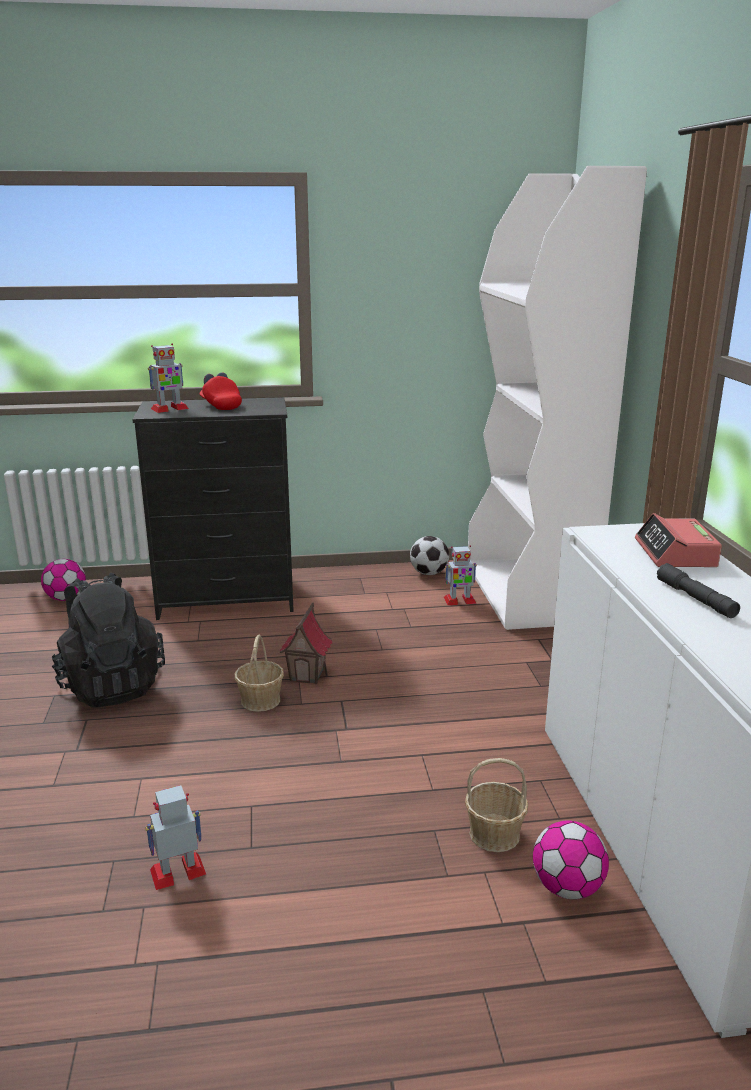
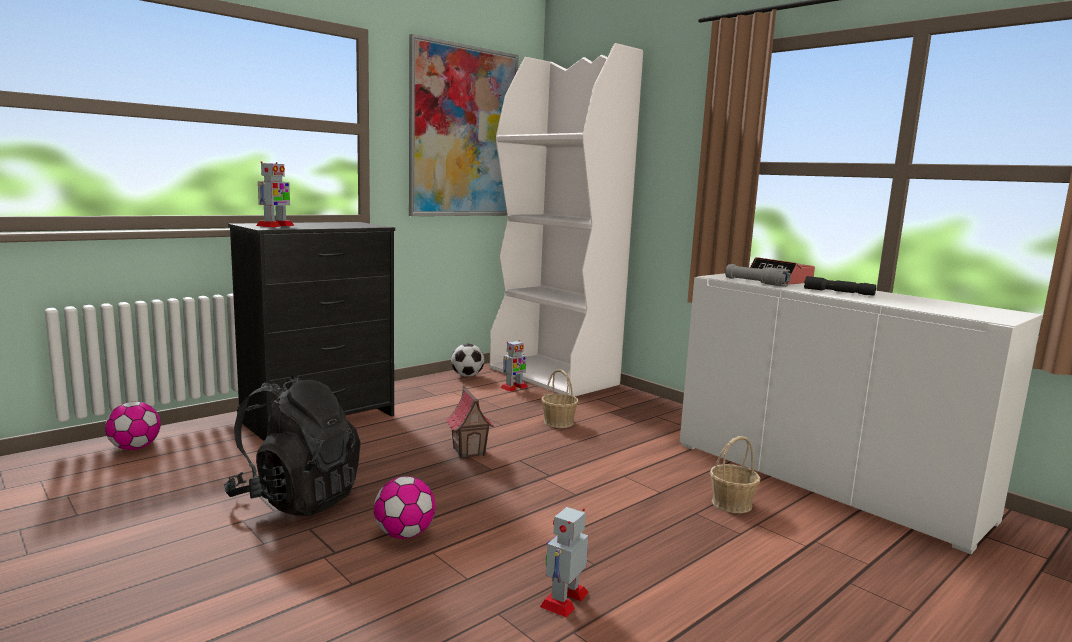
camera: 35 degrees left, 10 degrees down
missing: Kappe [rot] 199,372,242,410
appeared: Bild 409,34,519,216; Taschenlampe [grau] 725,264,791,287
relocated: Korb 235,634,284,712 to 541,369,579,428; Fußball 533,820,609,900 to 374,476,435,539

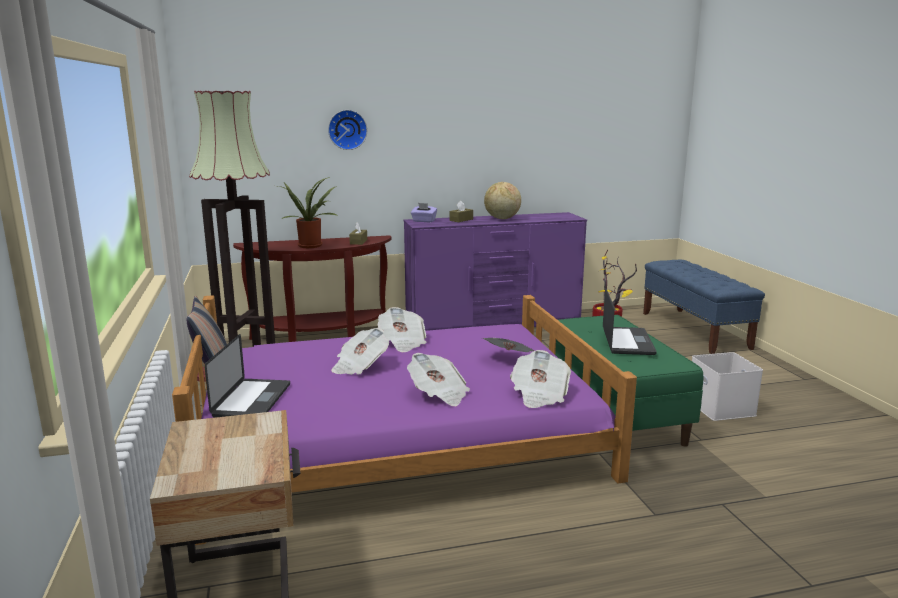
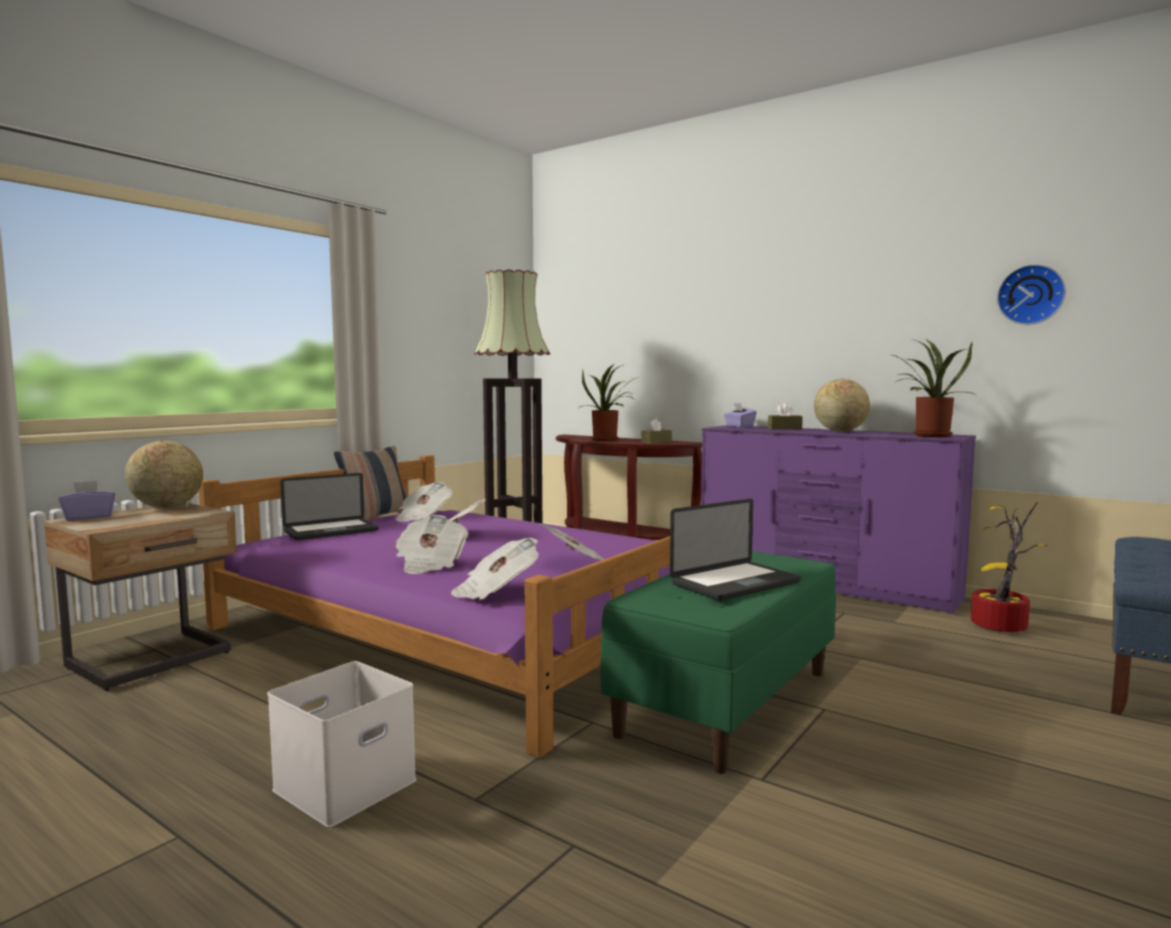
camera: 50 degrees right, 10 degrees down
appeared: Taschentuchbox [lila] 58,481,115,521; Globus 125,441,203,508; Topfpflanze 892,339,974,437
relocated: Wanduhr 328,110,367,150 to 997,264,1066,325; Zeitung 377,307,426,352 to 396,482,453,522; Aufbewahrungsbox [weiß] 692,352,763,421 to 268,661,416,827

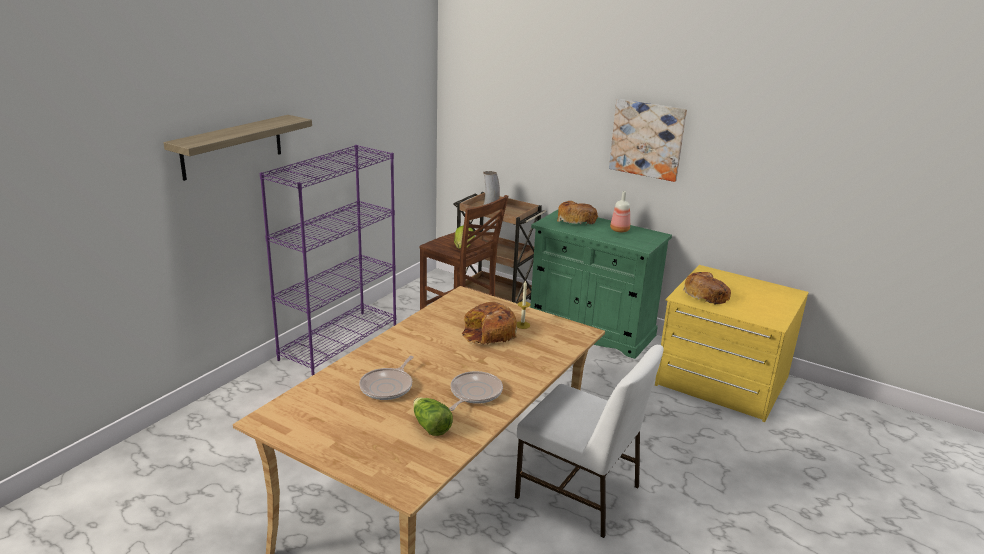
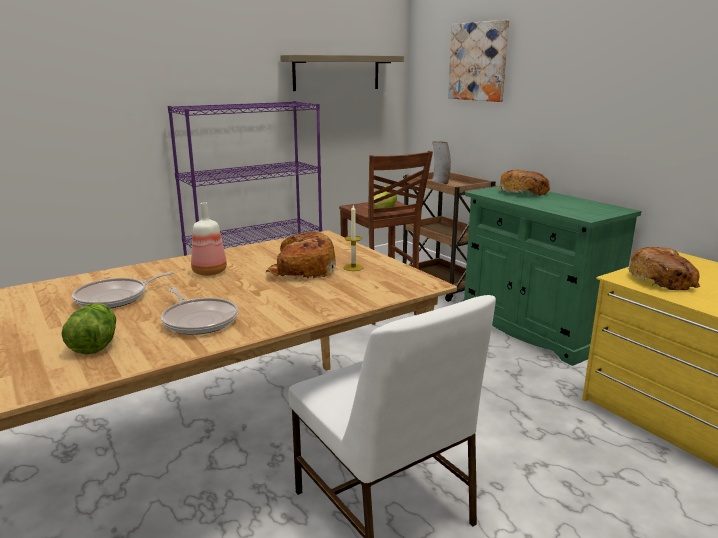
camera: 25 degrees right, 5 degrees down
relocated: Wandregal 164,115,312,181 to 280,55,404,91; Bild 609,99,687,182 to 448,20,509,102; Flasche 610,191,630,232 to 191,202,227,276
spun: Pfanne 449,371,503,411 = 161,288,238,335 90 degrees clockwise

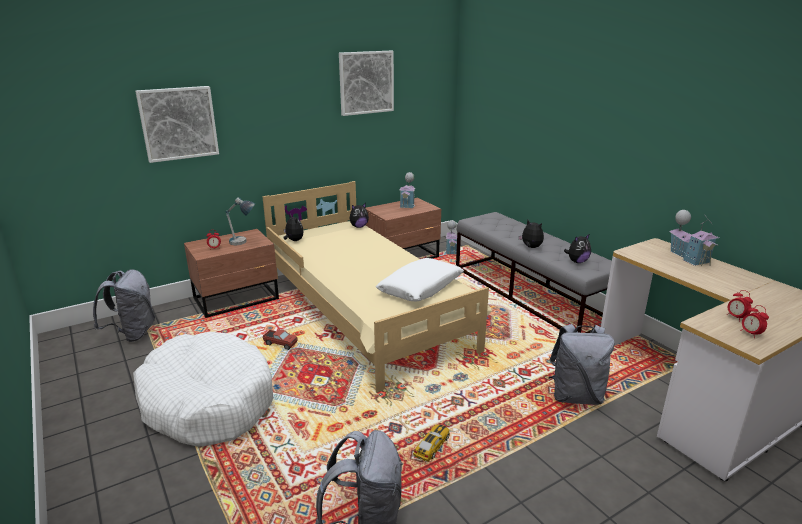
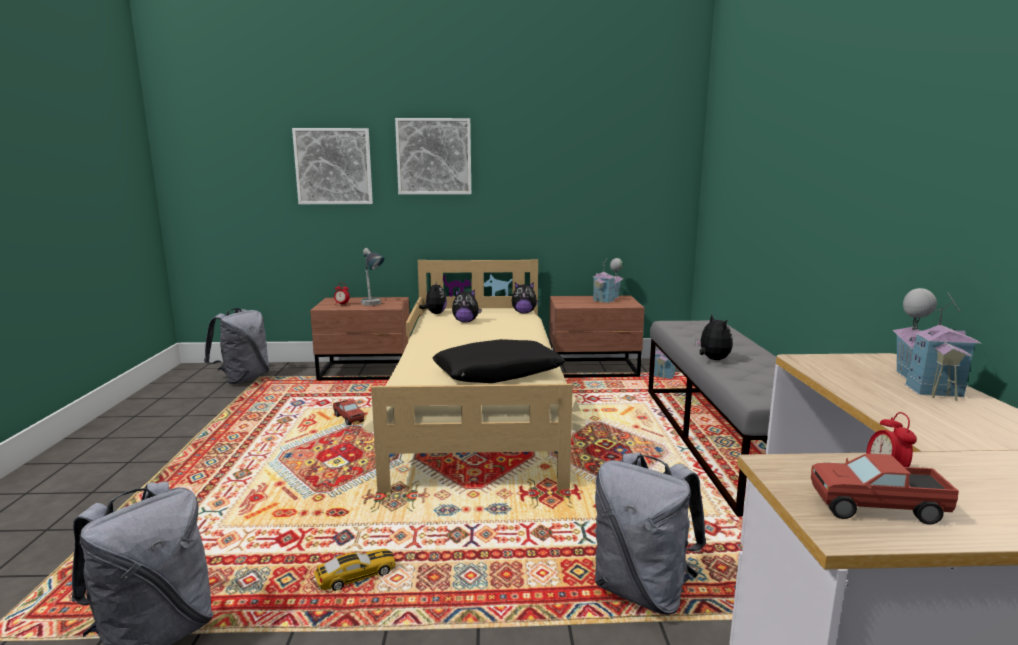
camera: 30 degrees right, 10 degrees down
missing: Hundebett [weiß] 133,332,273,447
relocated: Bild 339,51,394,116 to 395,118,471,195; Plüschtier 564,234,591,263 to 452,289,482,322
exchanged: Wecker 740,305,769,338 to Spielzeuglaster 811,454,959,525
colour: Kissen [weiß] 376,258,464,302 to Kissen [schwarz] 433,339,566,383

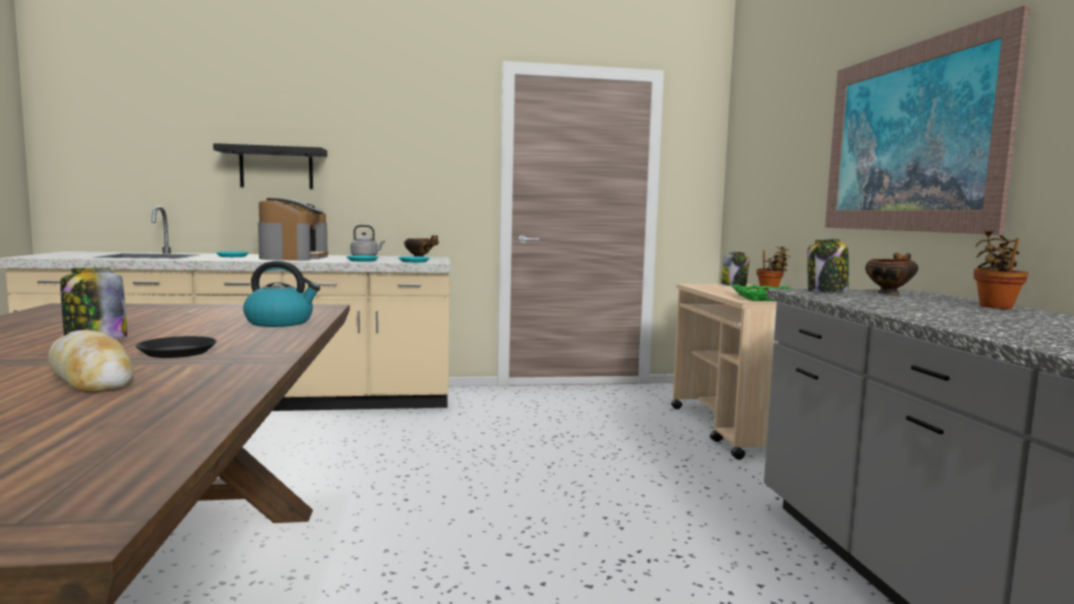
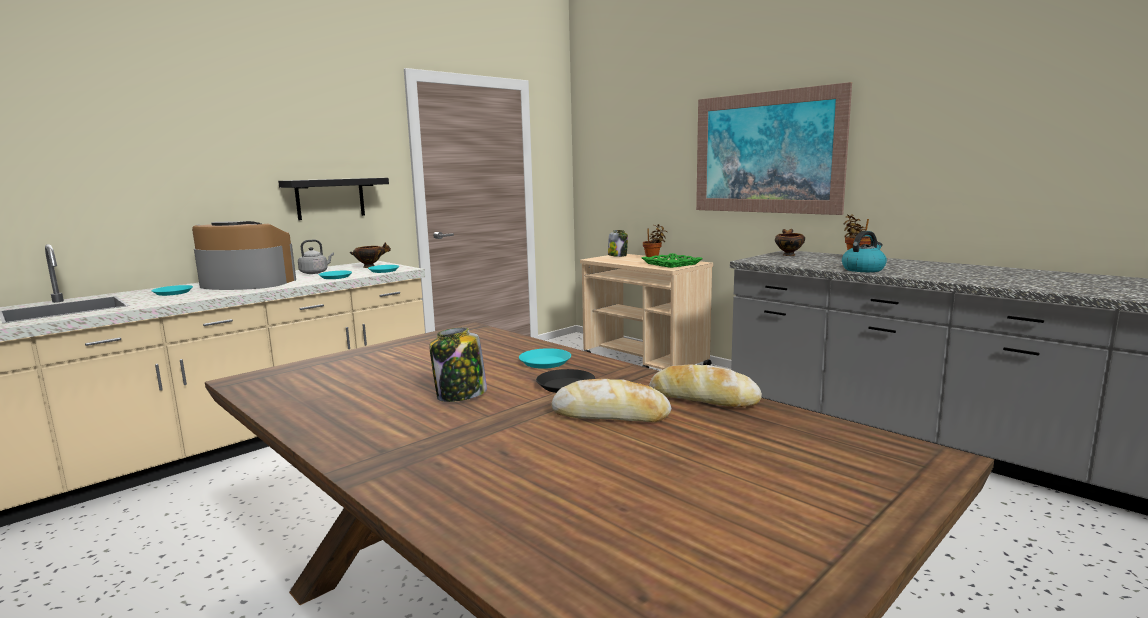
camera: 35 degrees left, 5 degrees up
missing: Vorratsglas 807,239,849,292
appeared: Teller [türkis] 519,348,571,369; Brot 649,365,762,408
relocated: Wandregal [schwarz] 213,143,327,189 to 278,178,389,220; Wasserkessel 243,261,320,327 to 842,231,887,272
spun: Kaffeemaschine 258,198,328,261 = 192,221,296,290 45 degrees counterclockwise

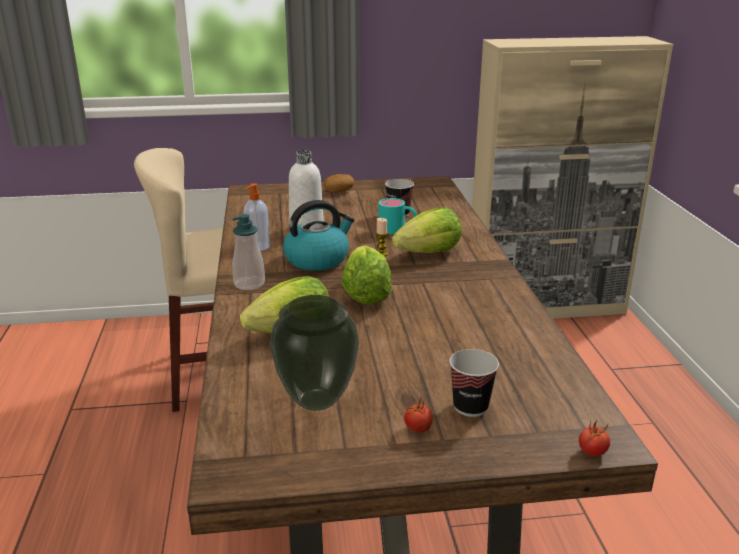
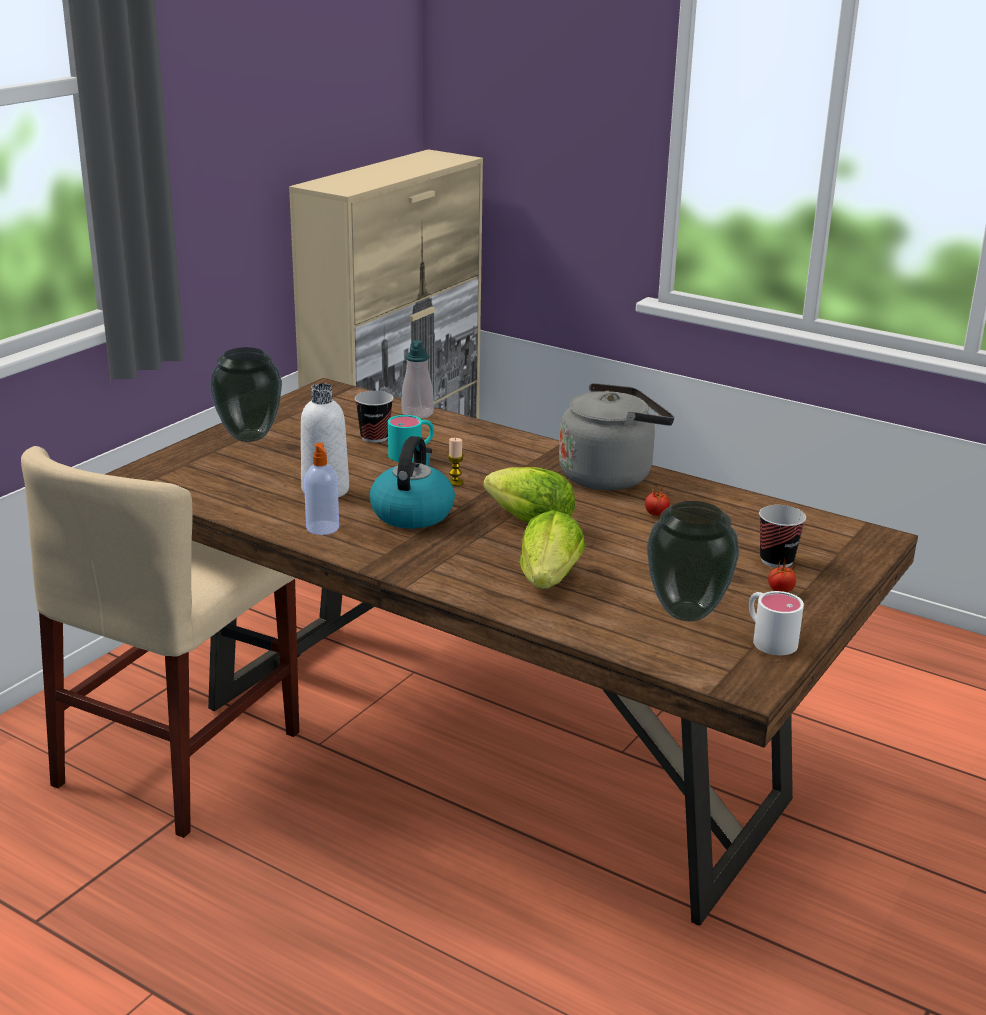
camera: 50 degrees left, 0 degrees up
missing: Salatkopf 392,207,462,253
appeared: Wasserkessel [grau] 559,383,674,490; Henkelbecher [weiß] 749,591,804,655
relocated: Seifenspender 232,214,265,290 to 402,340,434,419; Tomate 579,419,610,457 to 645,486,670,516
exchanged: Kartoffel 324,174,355,193 to Vase 210,347,282,442

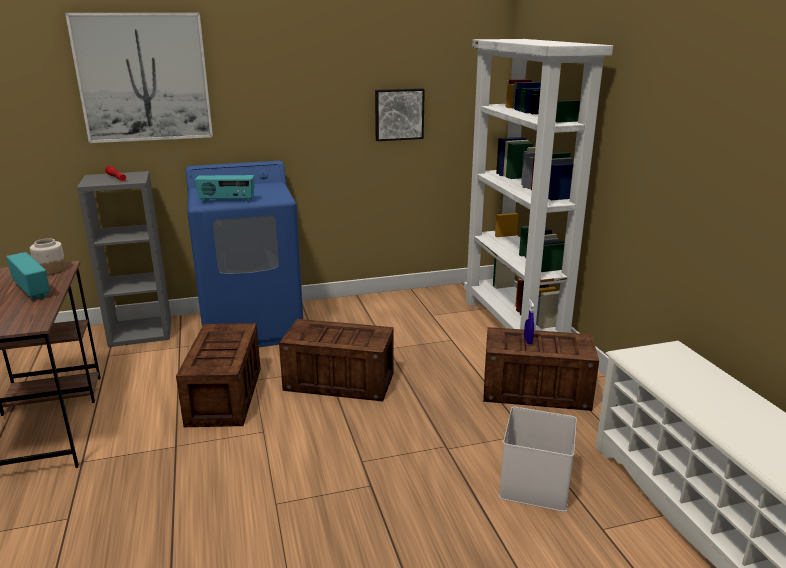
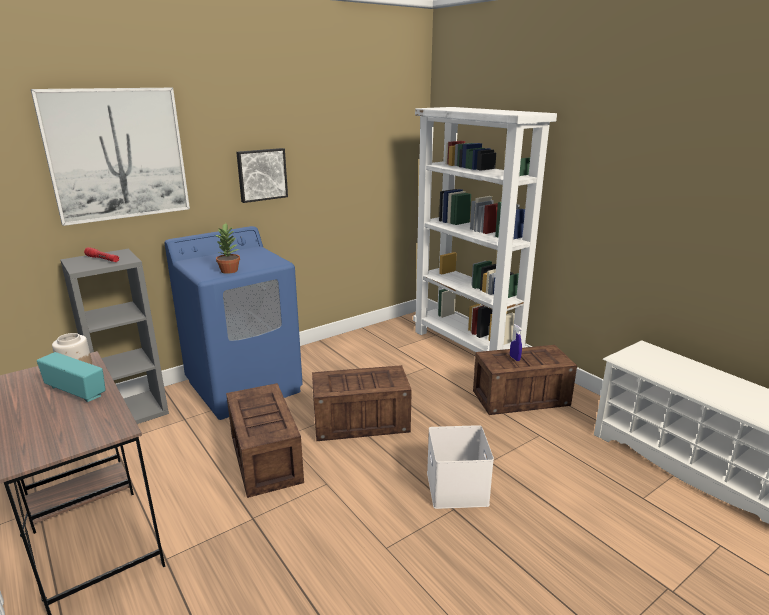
camera: 20 degrees left, 0 degrees up
relocated: Bild 375,88,425,141 to 236,148,288,203; Aufbewahrungsbox [weiß] 499,407,577,512 to 427,425,494,509
exchanged: Radio 195,175,254,203 to Topfpflanze 215,223,240,274

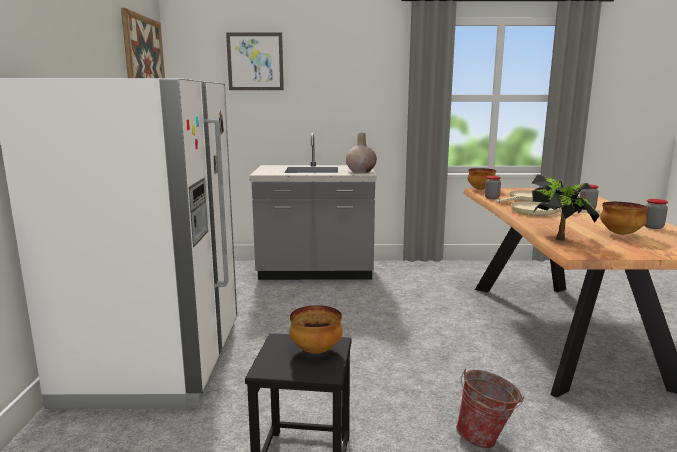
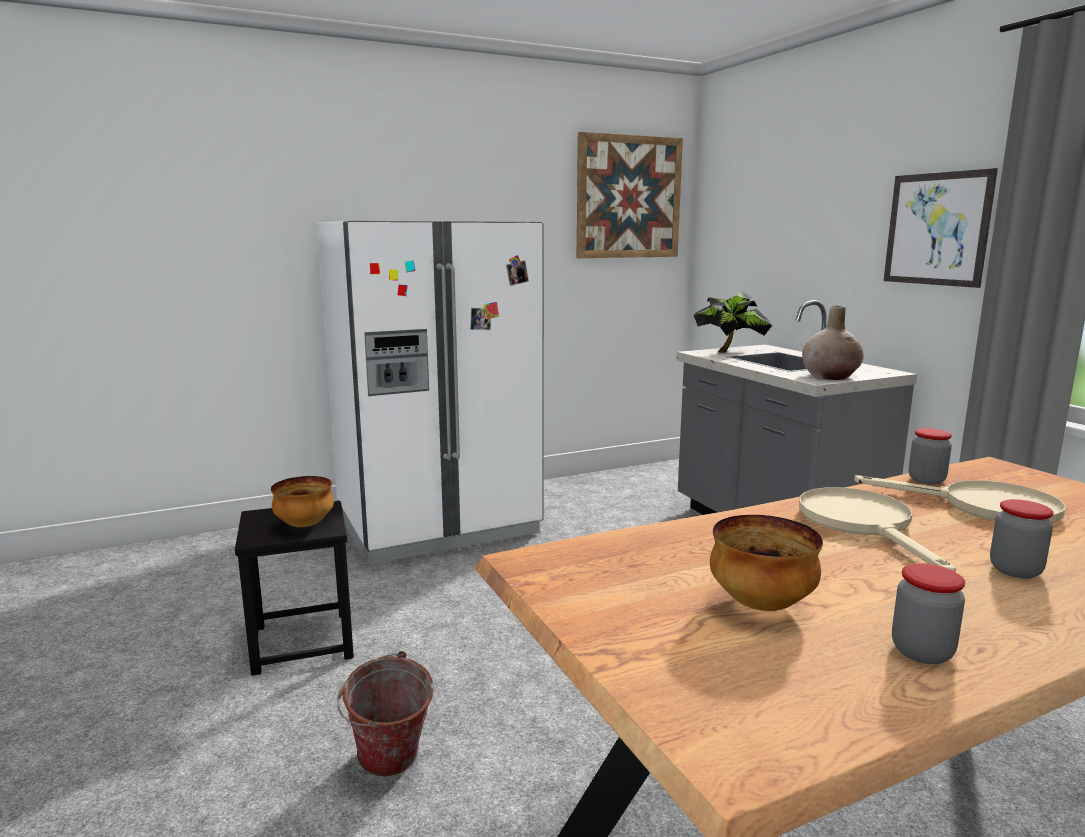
camera: 65 degrees right, 0 degrees up
missing: Schüssel 468,168,496,190
relocated: Bild 226,32,284,90 to 884,168,998,288; Topfpflanze 532,174,600,241 to 694,291,772,353

